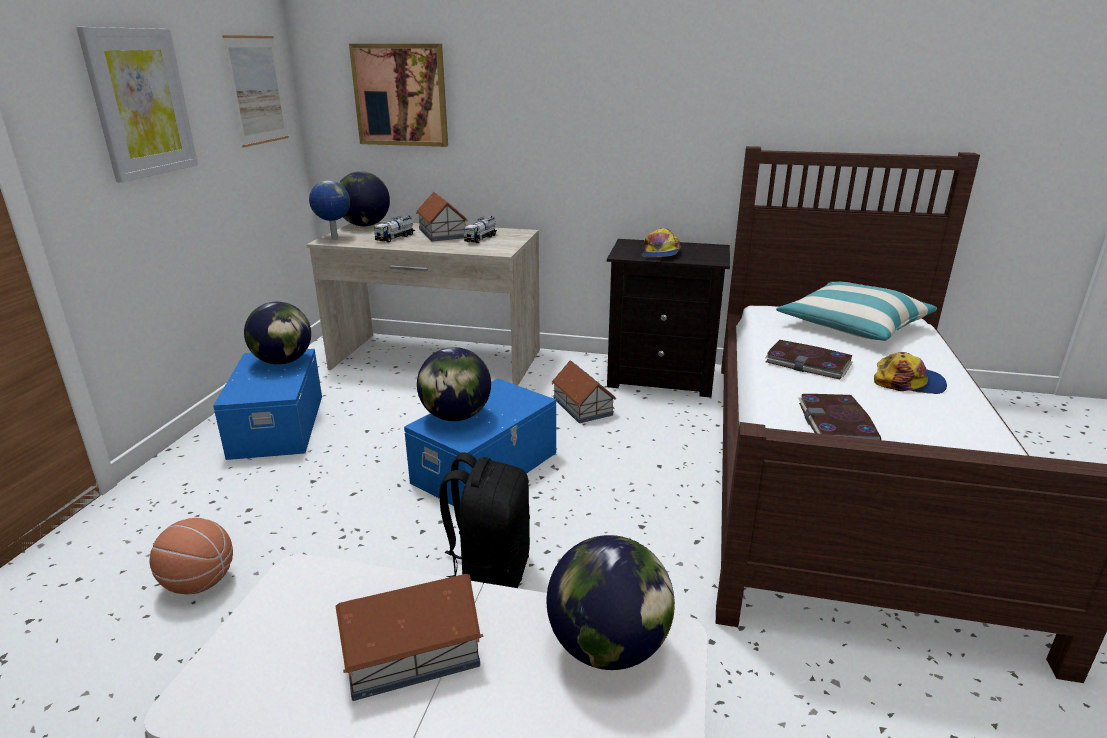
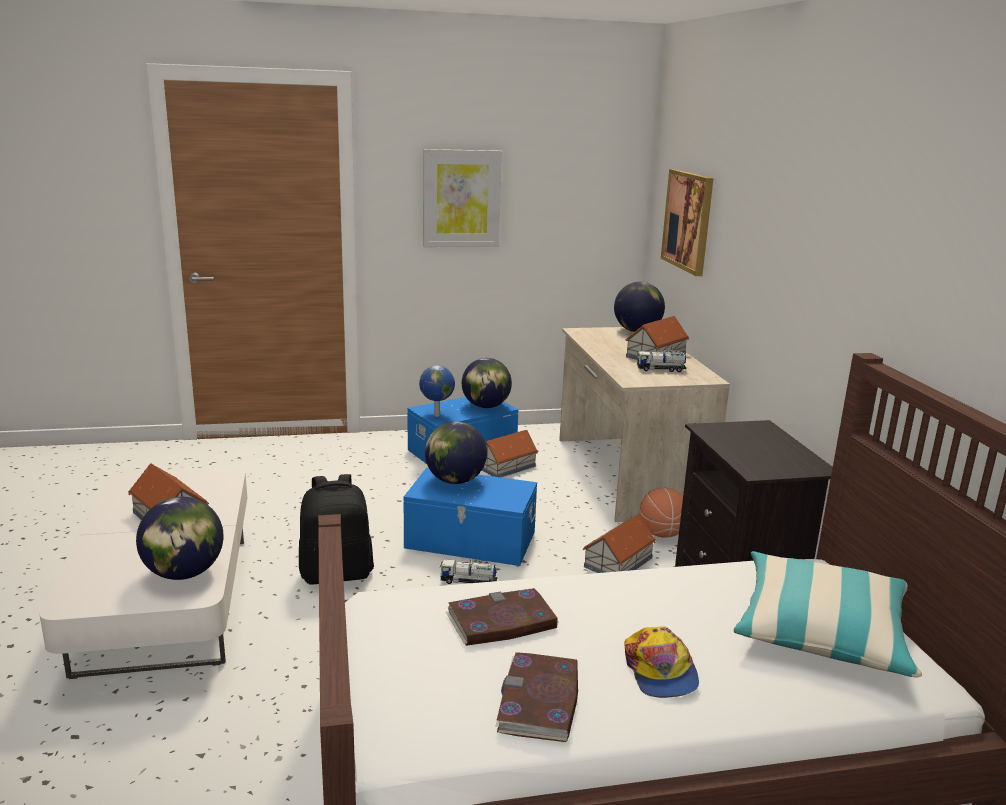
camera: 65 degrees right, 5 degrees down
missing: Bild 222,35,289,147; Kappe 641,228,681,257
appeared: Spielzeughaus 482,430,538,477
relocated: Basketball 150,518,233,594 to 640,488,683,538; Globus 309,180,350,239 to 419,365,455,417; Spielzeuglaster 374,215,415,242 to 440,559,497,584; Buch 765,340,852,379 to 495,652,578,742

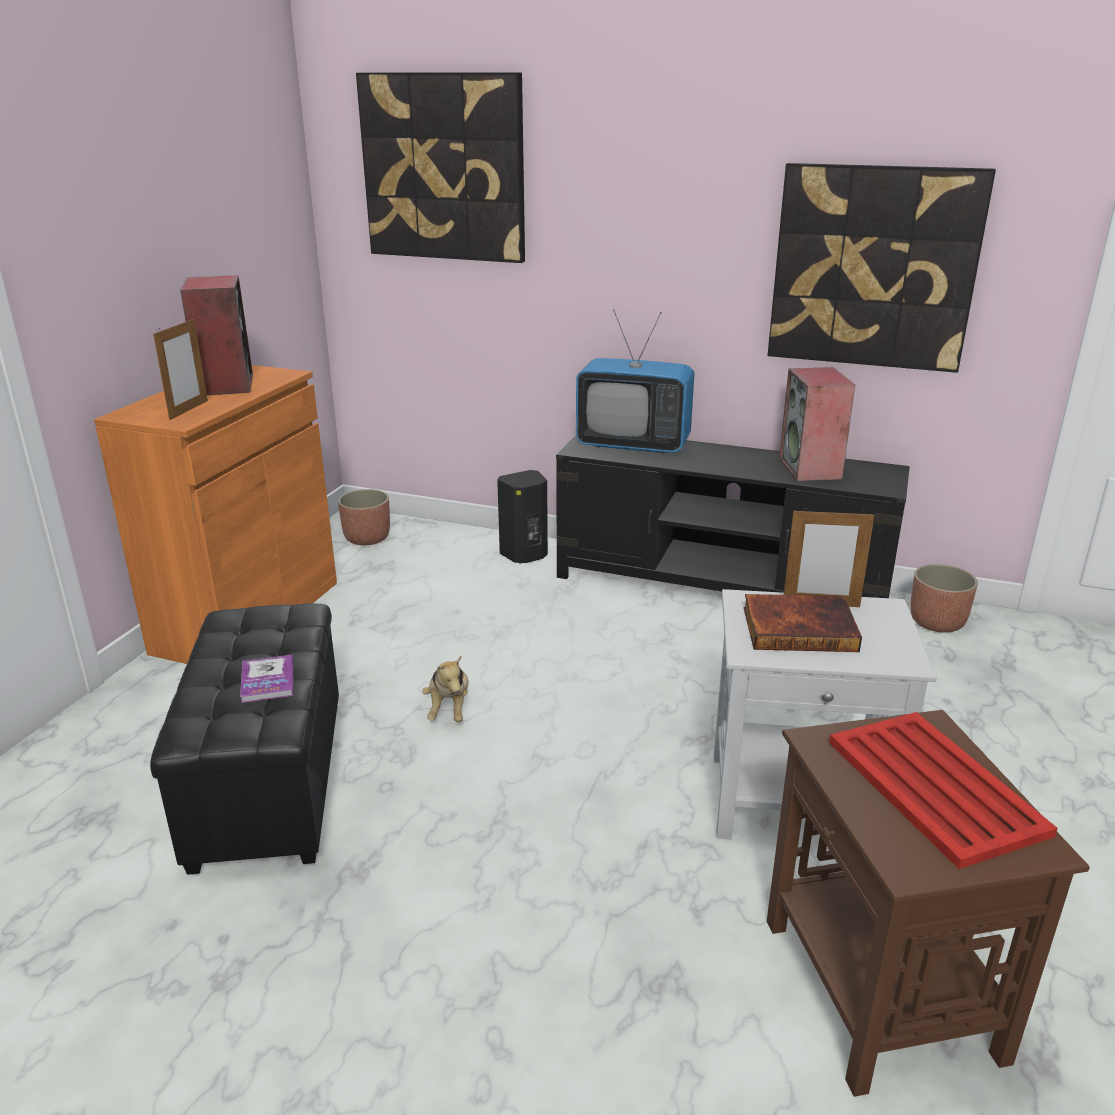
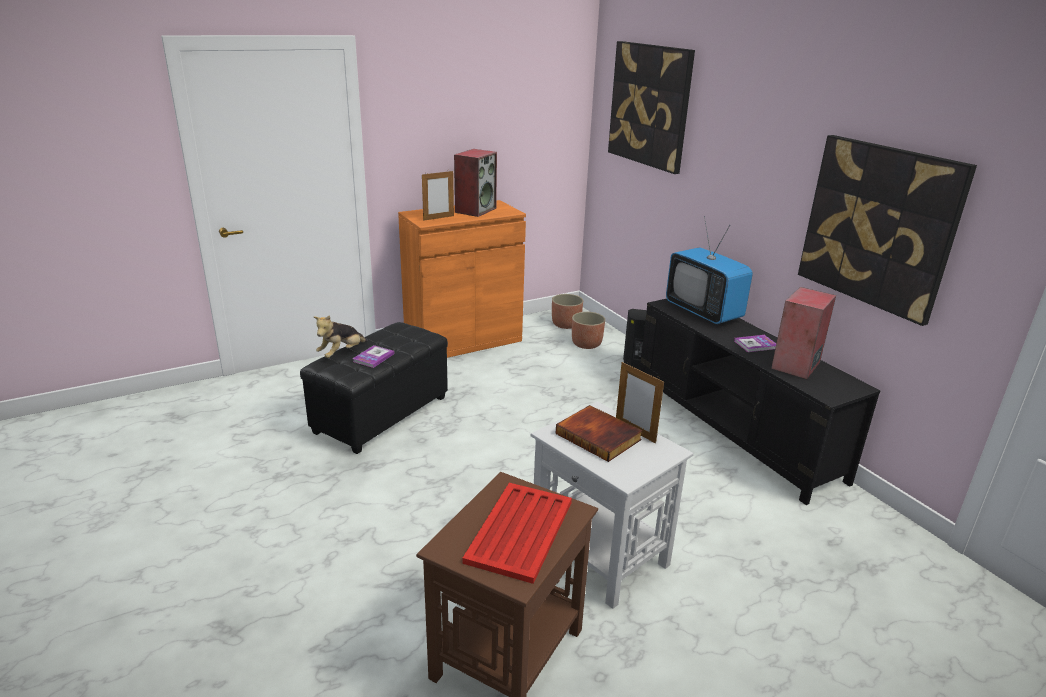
camera: 40 degrees right, 0 degrees up
appeared: Buch 734,335,776,352
relocated: Plüschtier 422,656,469,722 to 314,315,367,358; Pflanzkübel 910,564,978,633 to 572,312,605,349

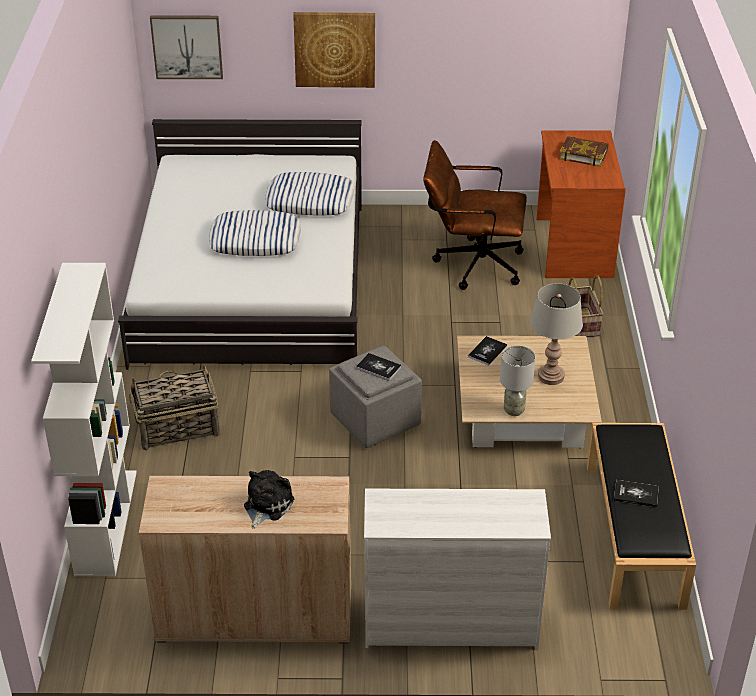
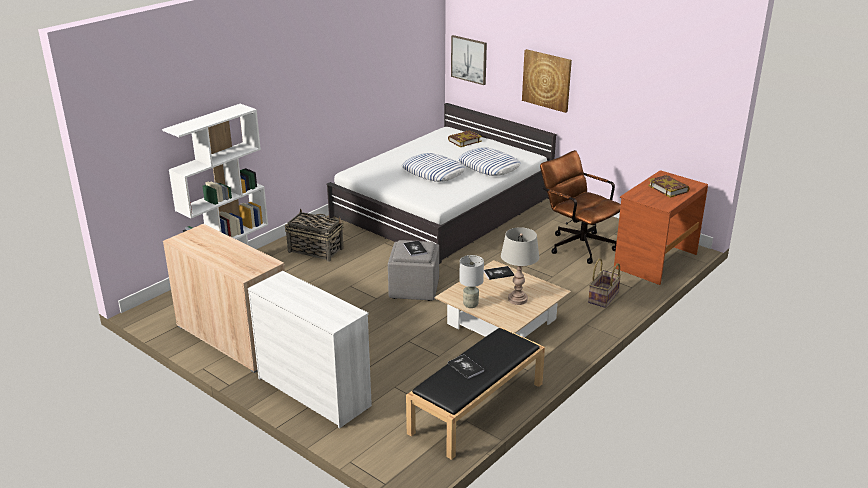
camera: 40 degrees right, 10 degrees down
missing: Plüschtier 244,470,294,529
appeared: Buch 448,130,482,147

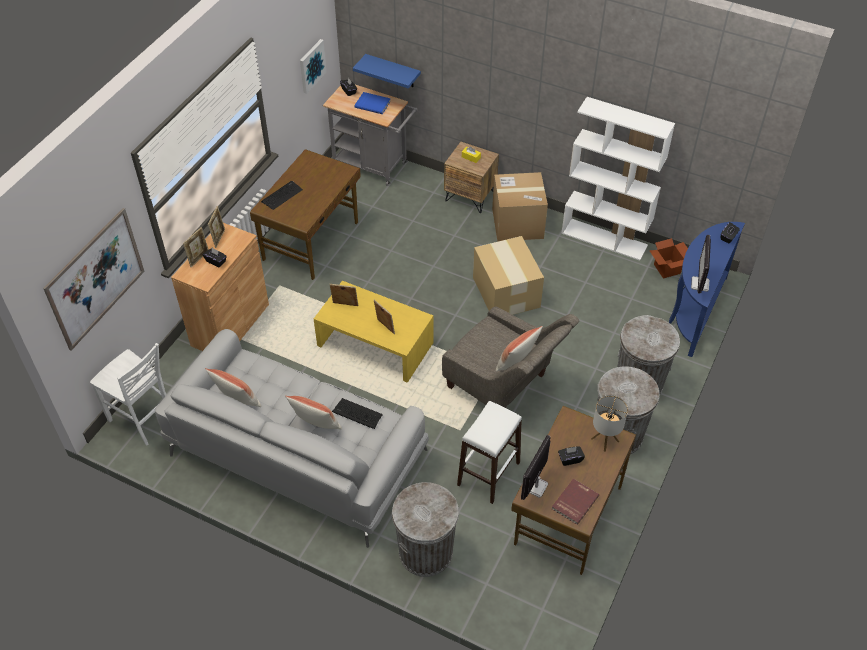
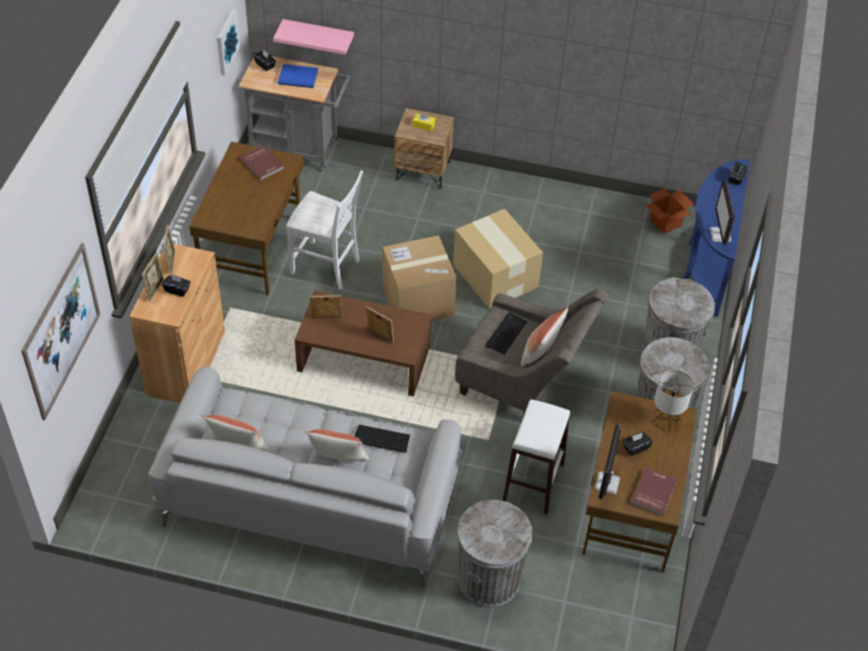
camera: 15 degrees left, 0 degrees up
missing: Bücherregal [weiß] 561,97,675,261
appeared: Buch [rot] 240,146,284,180
relocated: Stuhl [weiß] 90,343,167,446 to 286,170,363,290; Tastatur 261,181,303,210 to 485,312,527,355; Karton 492,172,548,241 to 382,235,457,321
colour: Couchtisch [gelb] 314,281,433,383 to Couchtisch [braun] 295,291,431,396; Wandregal [blau] 353,54,421,88 to Wandregal [rosa] 273,19,354,55

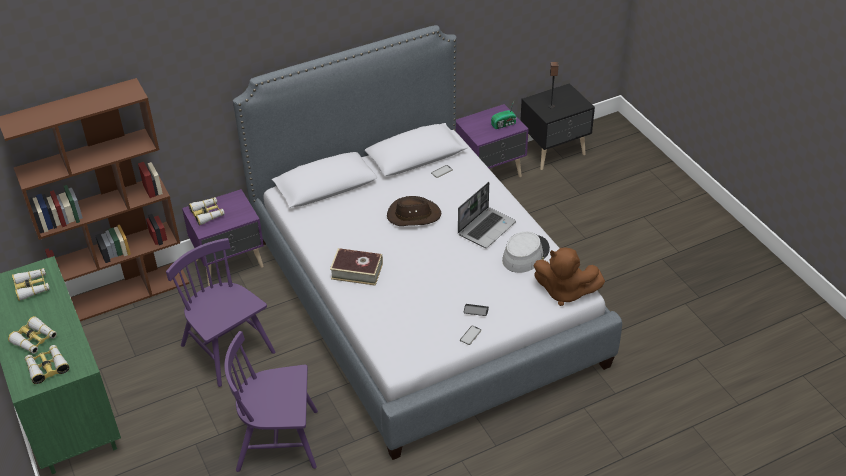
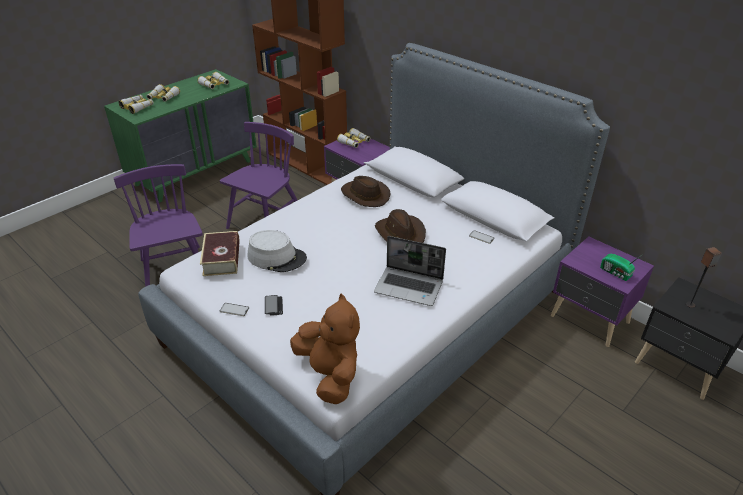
camera: 70 degrees right, 5 degrees down
appeared: Hut [braun] 341,176,390,207
relocated: Buch 330,248,383,286 to 200,231,239,276; Hut [grau] 502,232,550,273 to 248,230,307,272
spun: Plüschtier [braun] 534,247,605,306 = 290,294,360,404 150 degrees clockwise

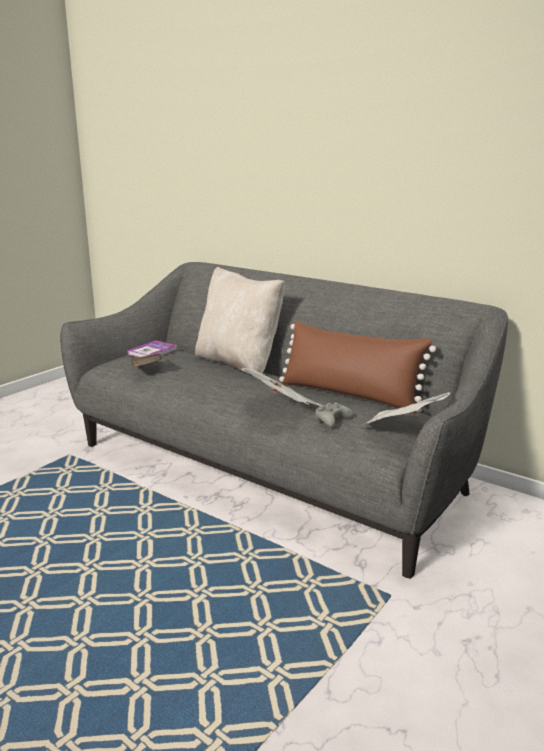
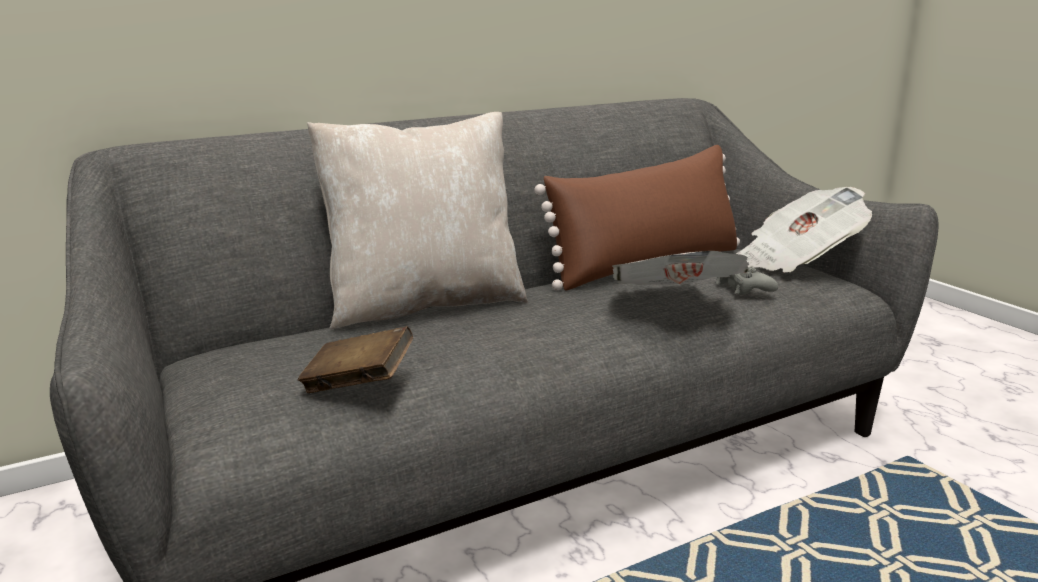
camera: 65 degrees left, 0 degrees up
missing: Buch 127,340,177,357

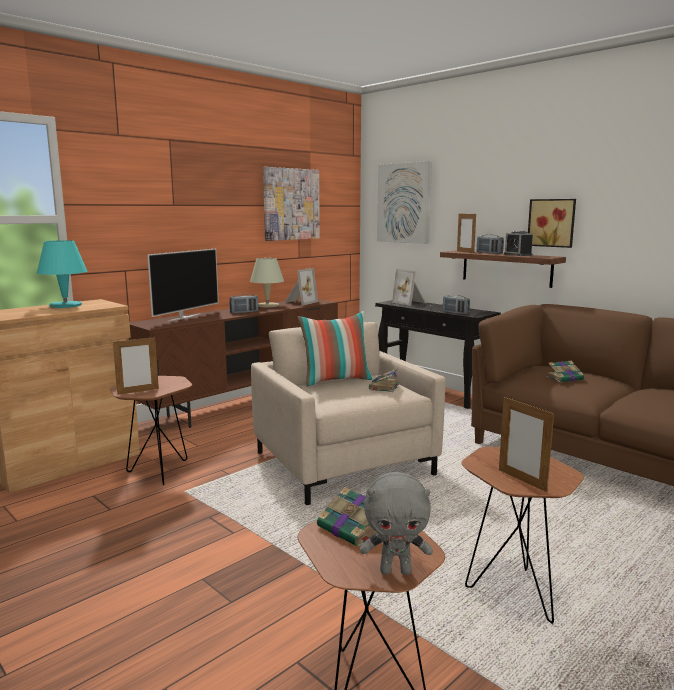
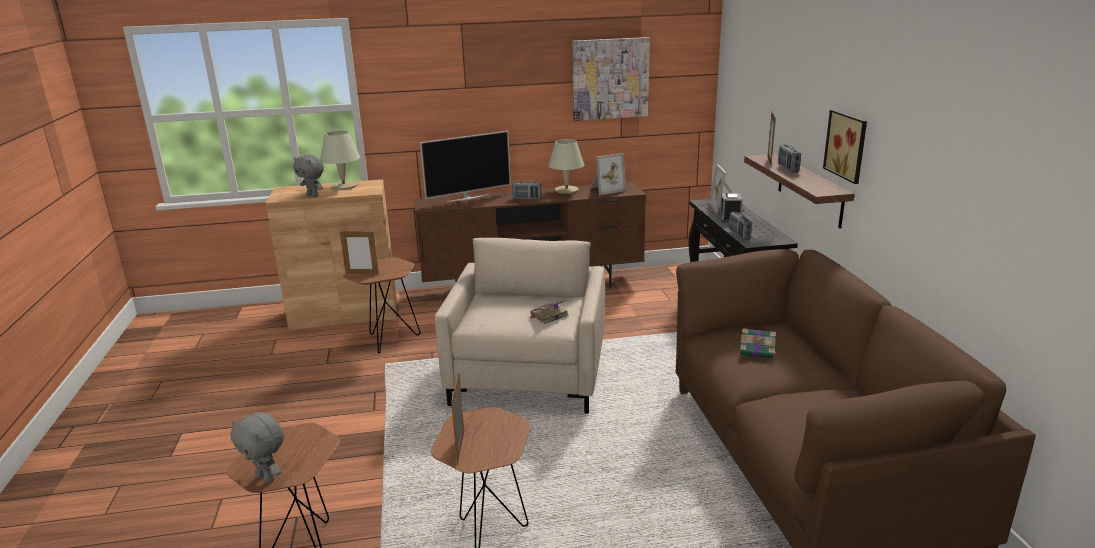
camera: 35 degrees right, 10 degrees up
missing: Kissen 297,311,373,387; Buch 317,487,377,547; Bild 377,161,432,244
appeared: Plüschtier [grau] 293,154,324,197
relocated: Wecker 504,231,533,256 to 720,193,743,222
colour: Tischlampe [türkis] 37,240,87,308 to Tischlampe [beige] 320,131,360,190

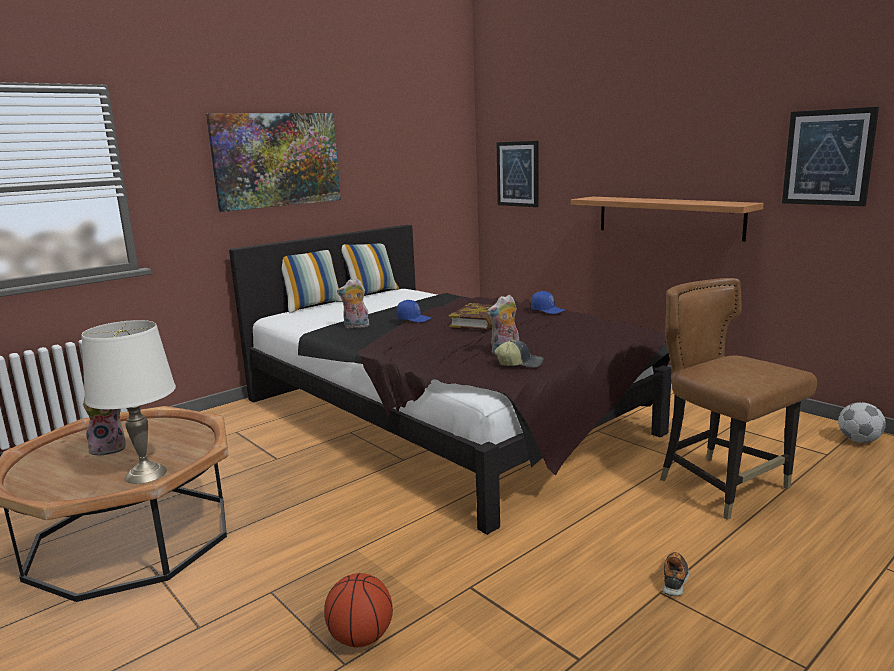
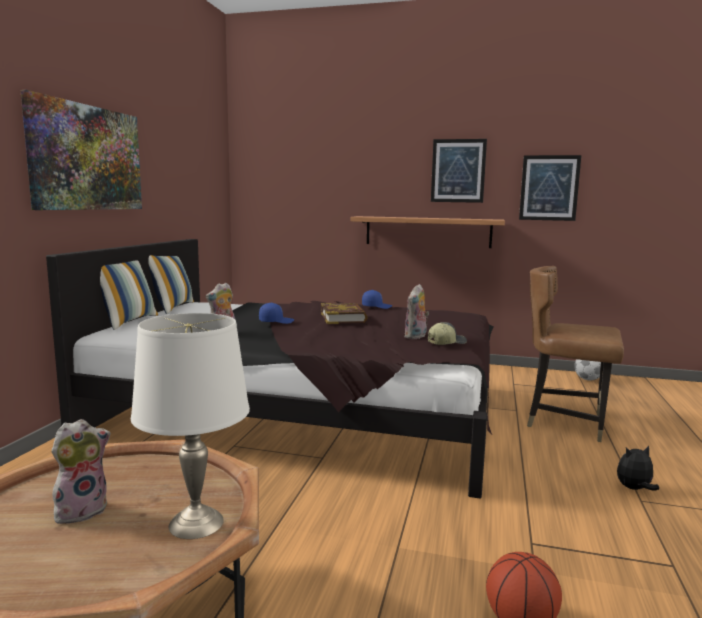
camera: 35 degrees left, 5 degrees down
relocated: Bild 496,141,539,207 to 431,139,487,203
exchanged: Schuh 662,552,689,596 to Plüschtier 617,446,659,491

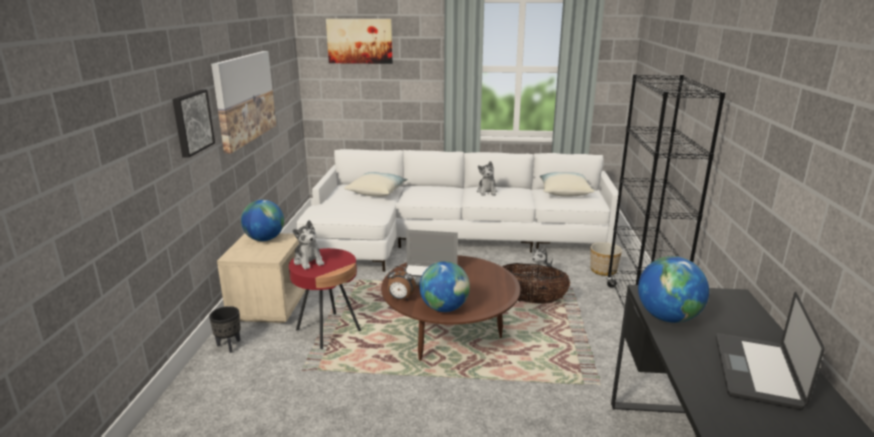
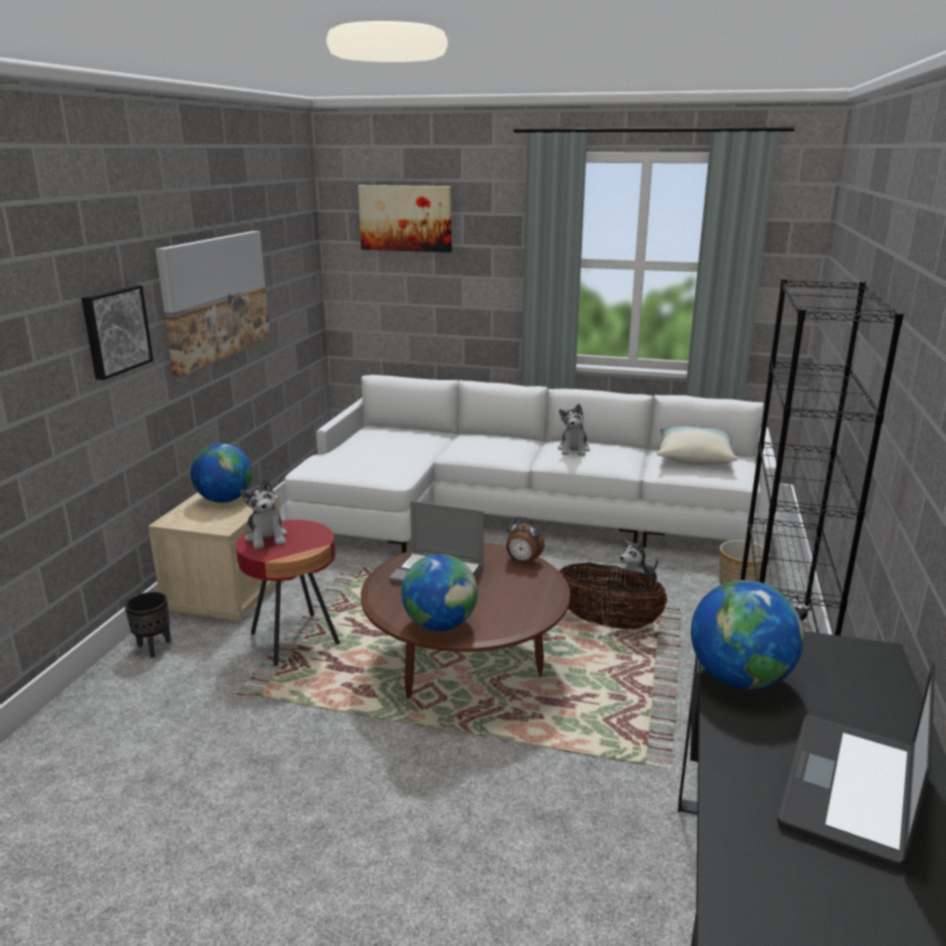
camera: 10 degrees right, 0 degrees up
missing: Kissen 344,172,408,197
relocated: Wecker 387,266,416,301 to 506,517,544,565

